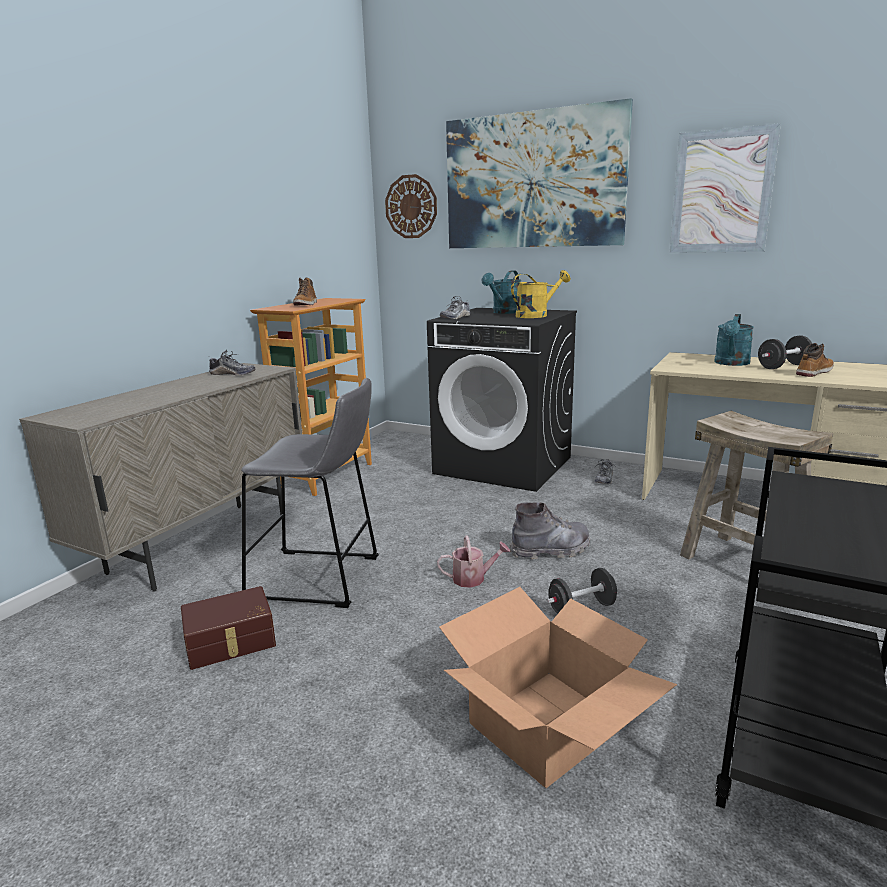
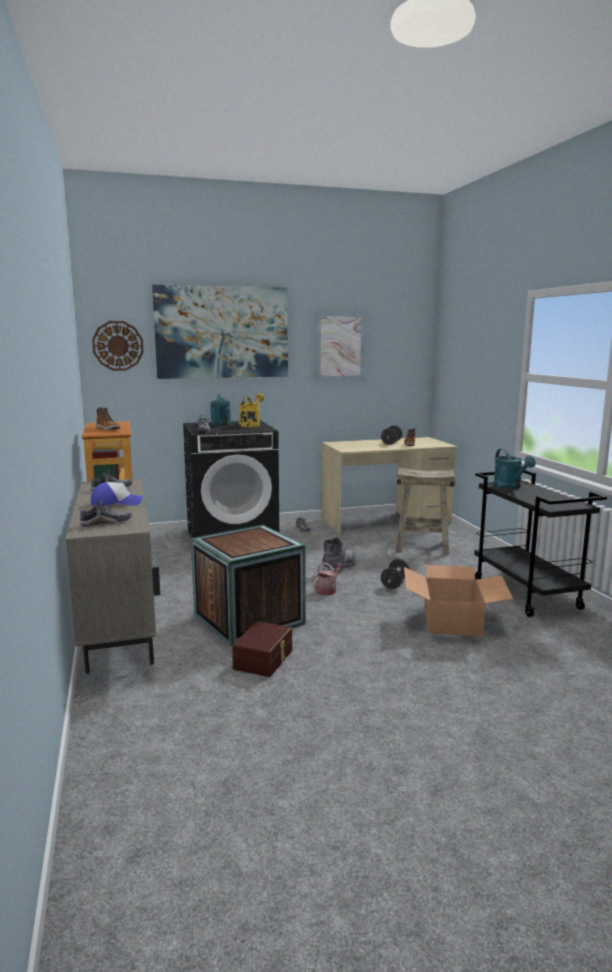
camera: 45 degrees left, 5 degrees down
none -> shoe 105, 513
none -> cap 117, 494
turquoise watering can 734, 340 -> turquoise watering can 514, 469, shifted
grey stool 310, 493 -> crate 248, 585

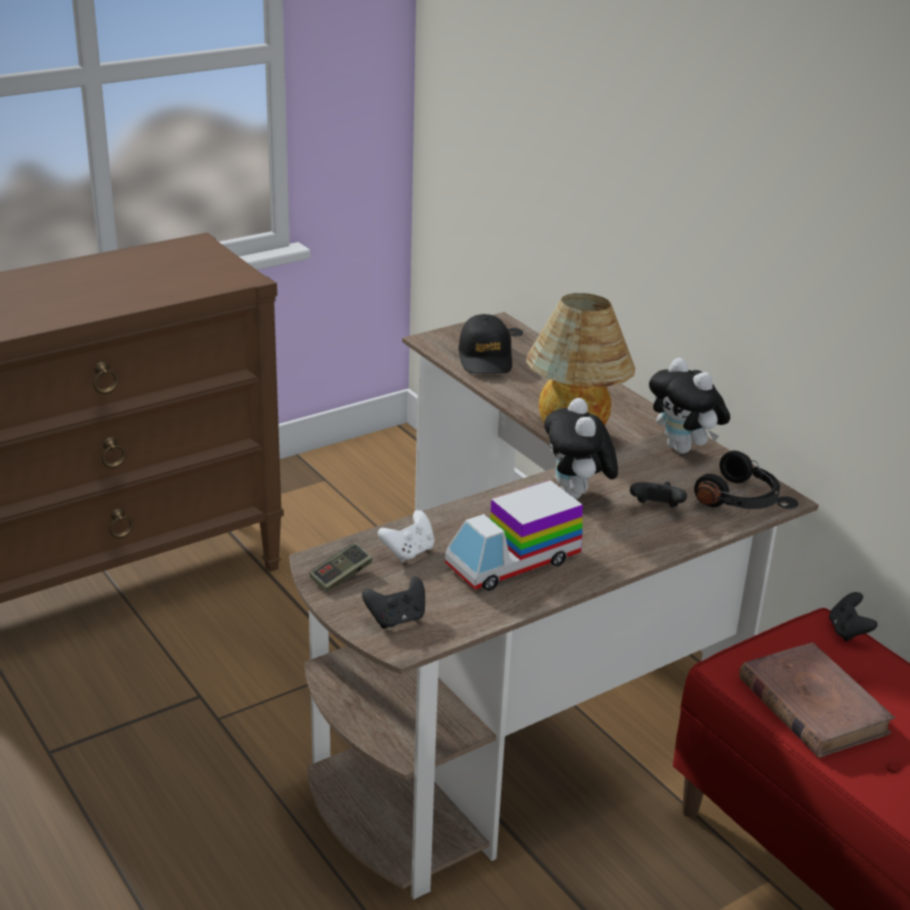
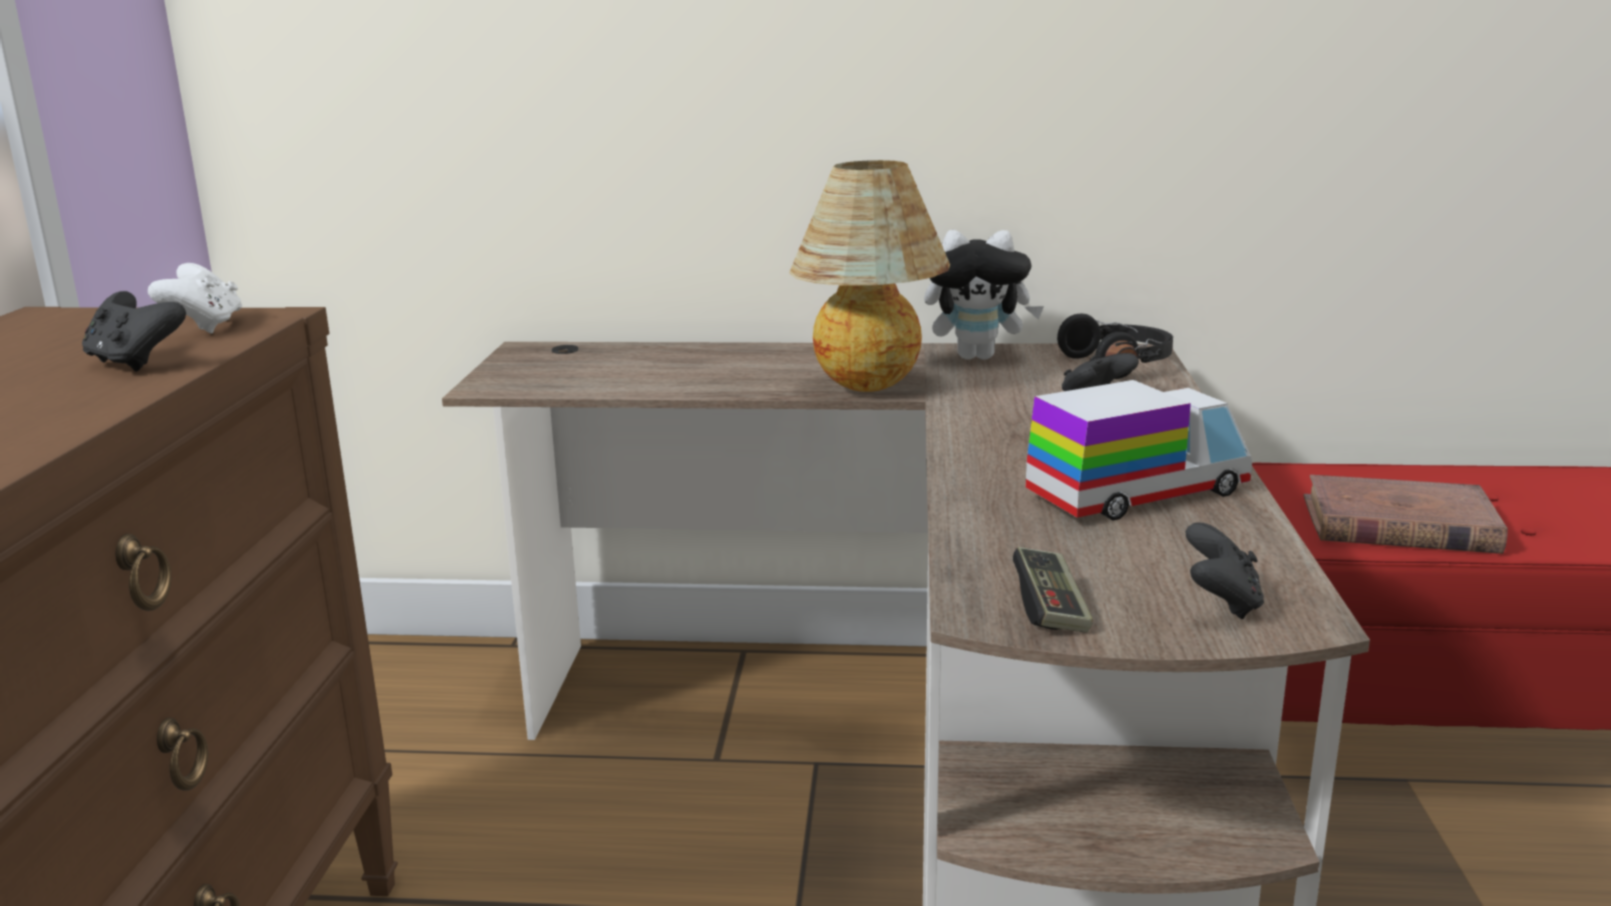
camera: 50 degrees left, 10 degrees down
black cap 485, 344 -> none
plush toy 581, 448 -> none
white game controller 406, 536 -> white game controller 195, 298, shifted
black game controller 853, 617 -> black game controller 134, 331, shifted
toy truck 514, 535 -> toy truck 1139, 450, 120 degrees counterclockwise

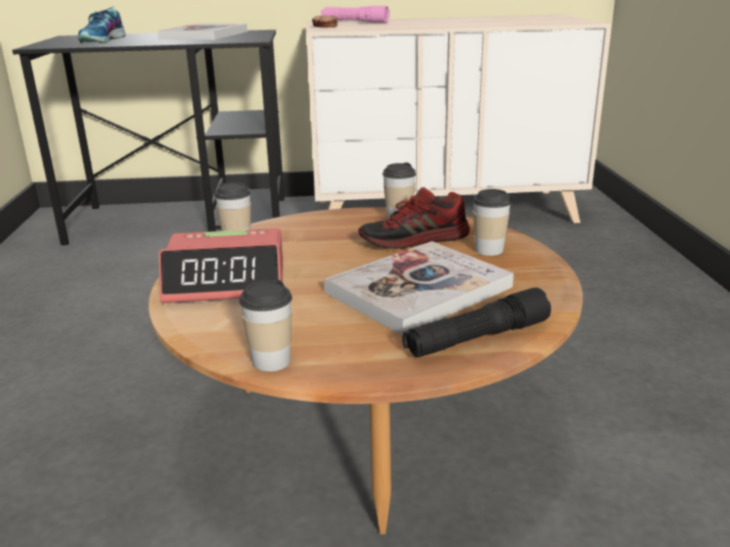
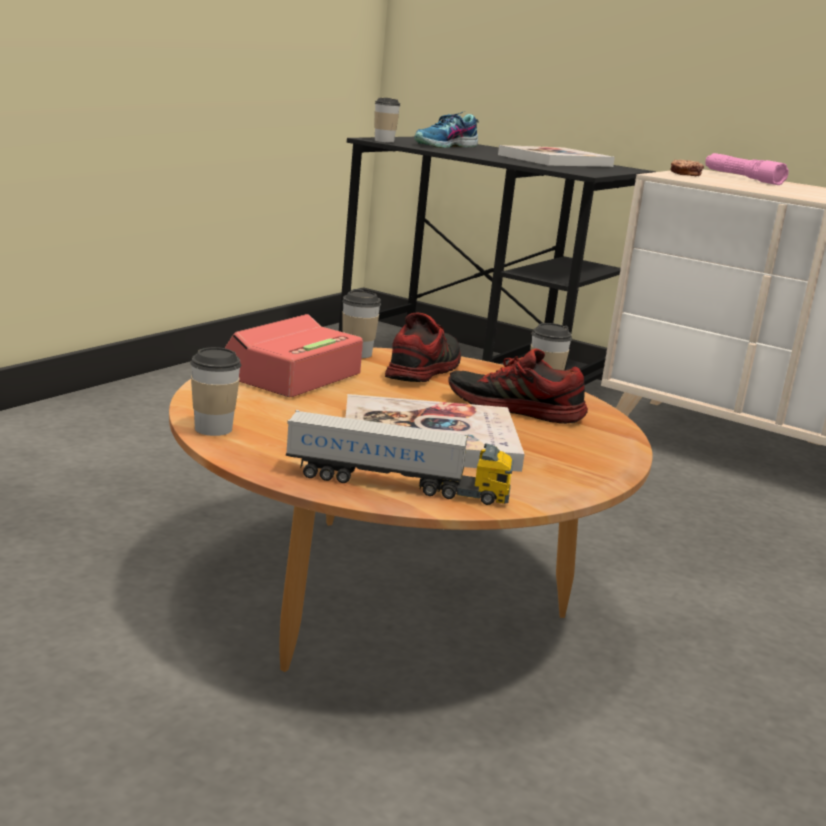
camera: 35 degrees right, 5 degrees down
none -> shoe 423, 347
cup 492, 222 -> cup 387, 120, shifted
black flashlight 476, 322 -> toy truck 400, 457
alarm clock 221, 265 -> alarm clock 294, 355, 90 degrees clockwise

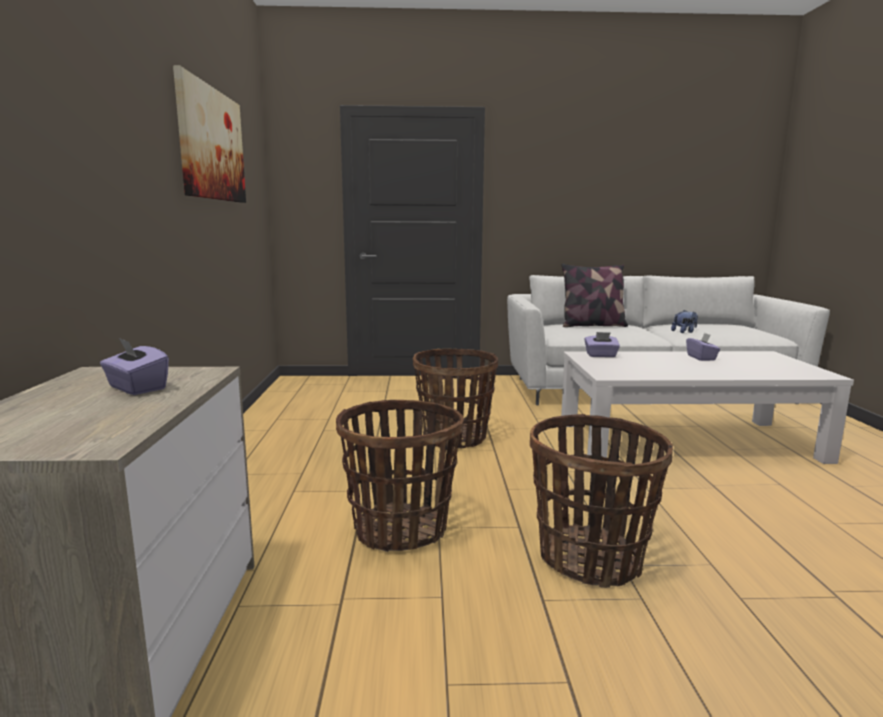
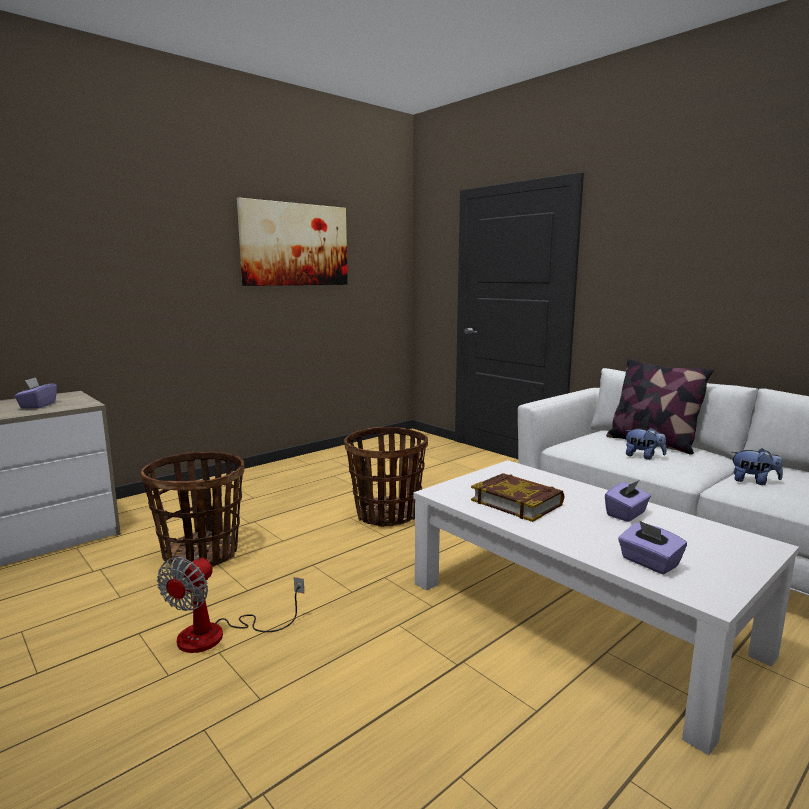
camera: 50 degrees right, 0 degrees up
none -> book 517, 497
none -> plush toy 645, 443
purple tissue box 602, 344 -> purple tissue box 652, 547, shifted
basket 601, 501 -> fan 230, 604

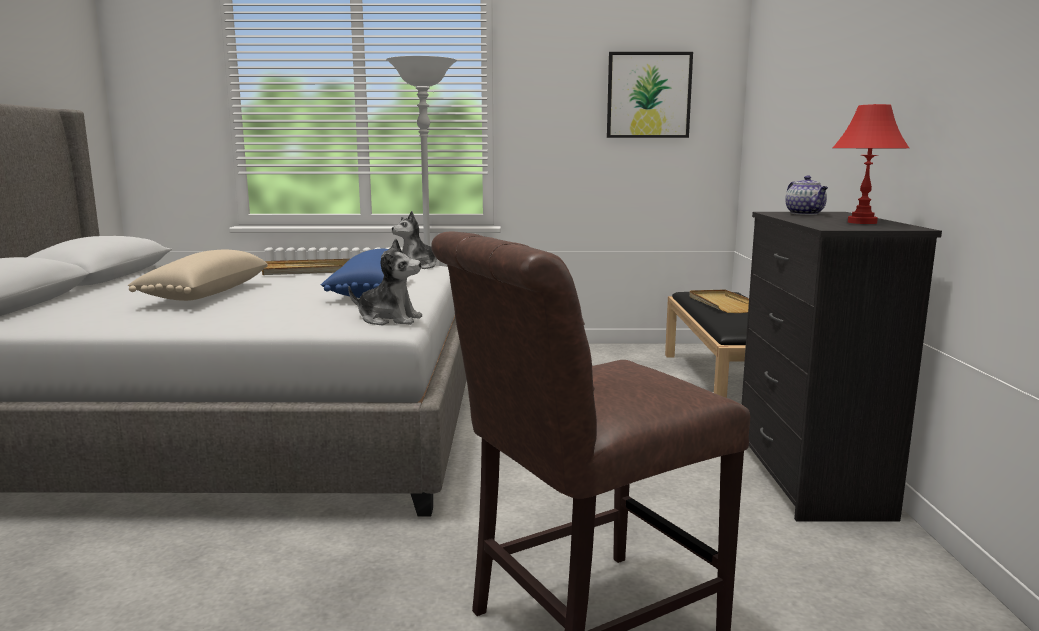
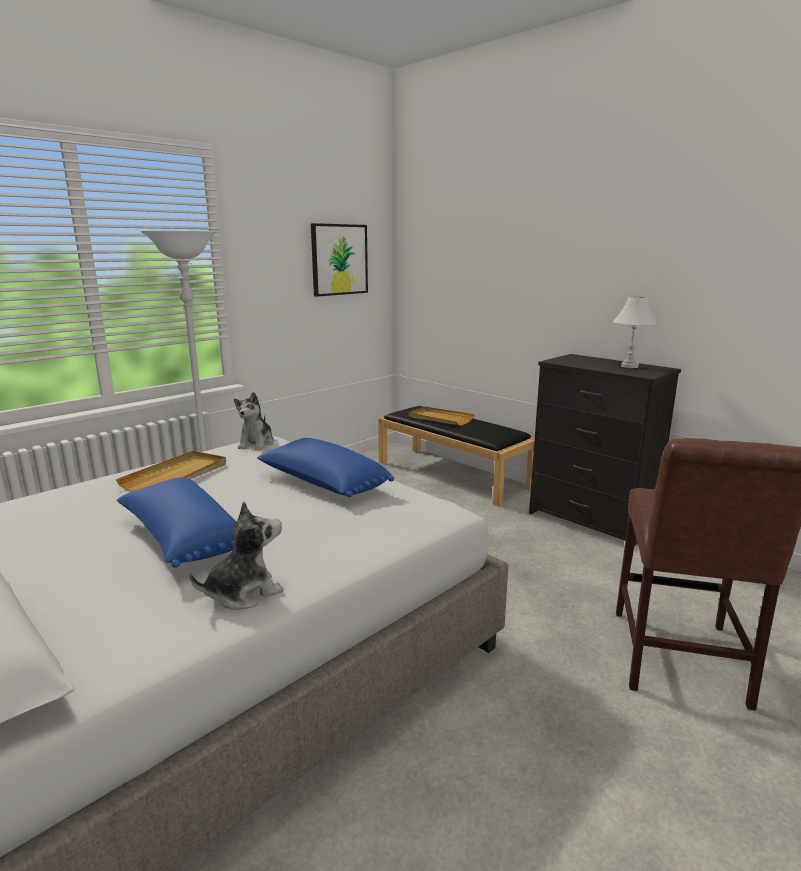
camera: 45 degrees left, 5 degrees up
teapot 806, 195 -> none
plush toy 385, 282 -> plush toy 237, 555, shifted
beige pillow 198, 275 -> blue pillow 176, 522
red table lamp 871, 164 -> white table lamp 635, 332

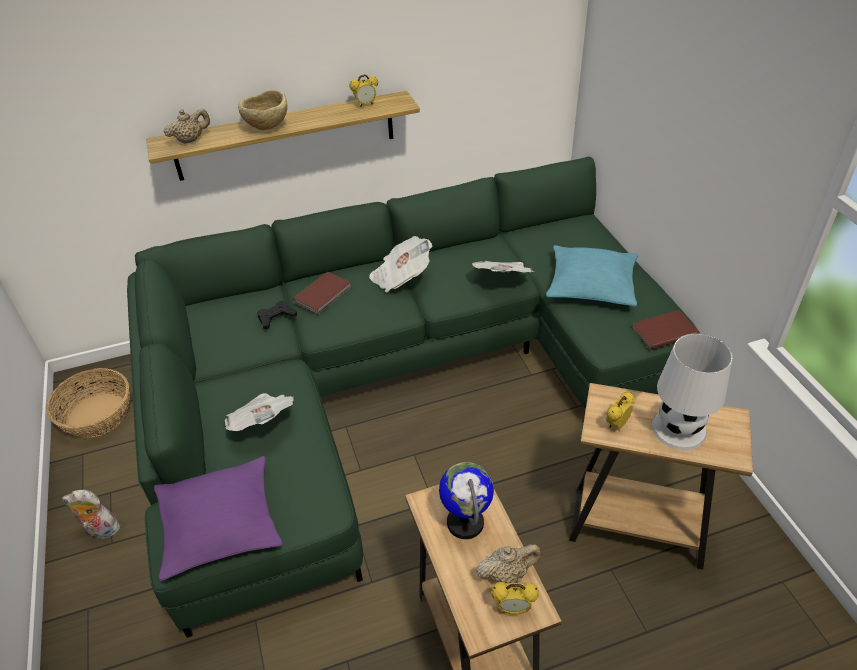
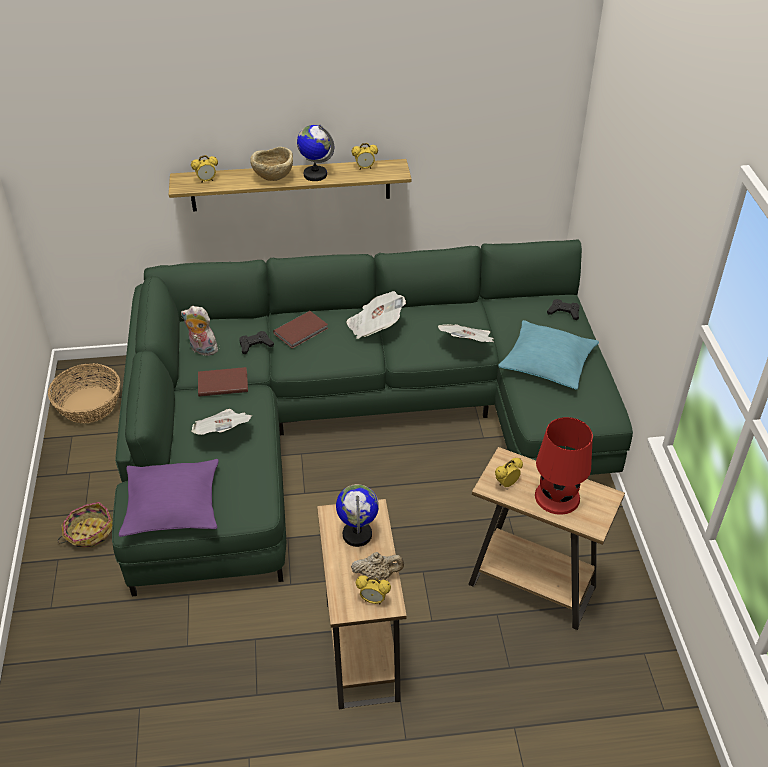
camera: 10 degrees right, 0 degrees up
none -> basket 85, 525
none -> globe 315, 153
none -> black game controller 563, 309
plush toy 93, 514 -> plush toy 199, 331, shifted
brown book 665, 330 -> brown book 223, 382, shifted
beige teapot 186, 126 -> alarm clock 204, 169
white table lamp 692, 391 -> red table lamp 564, 466

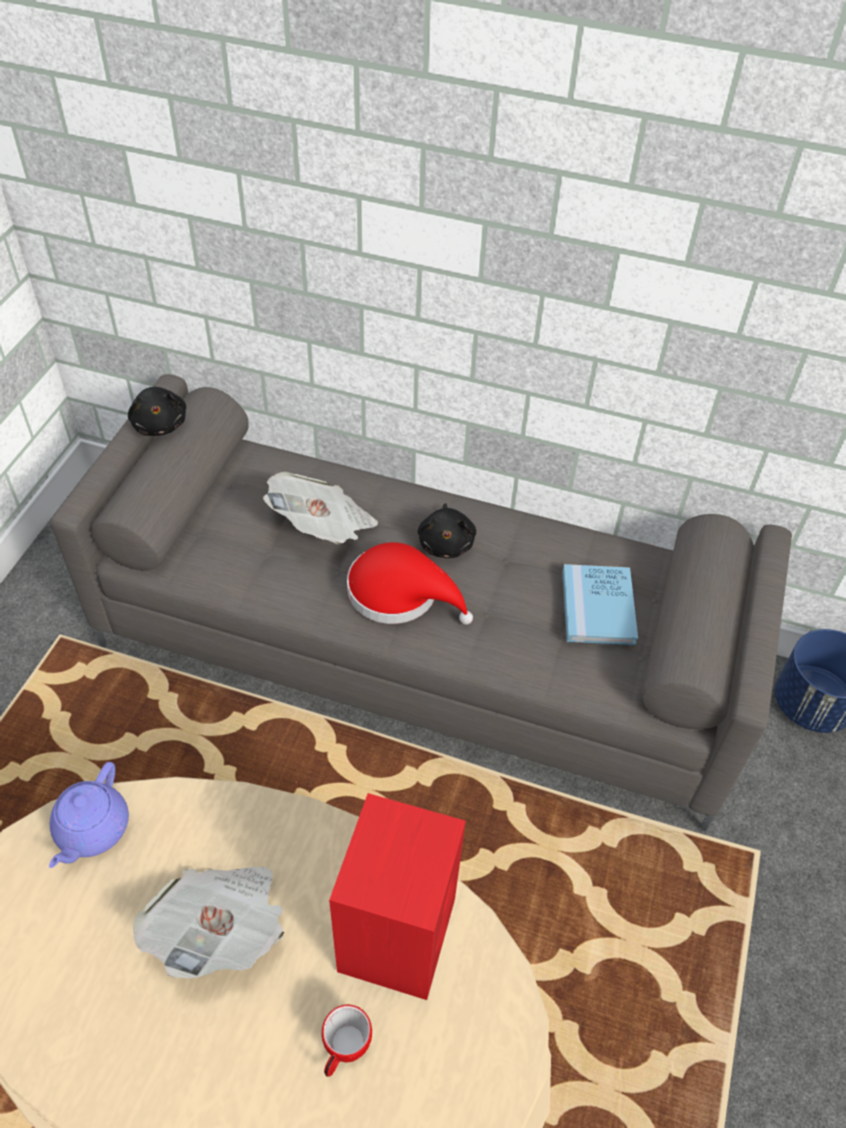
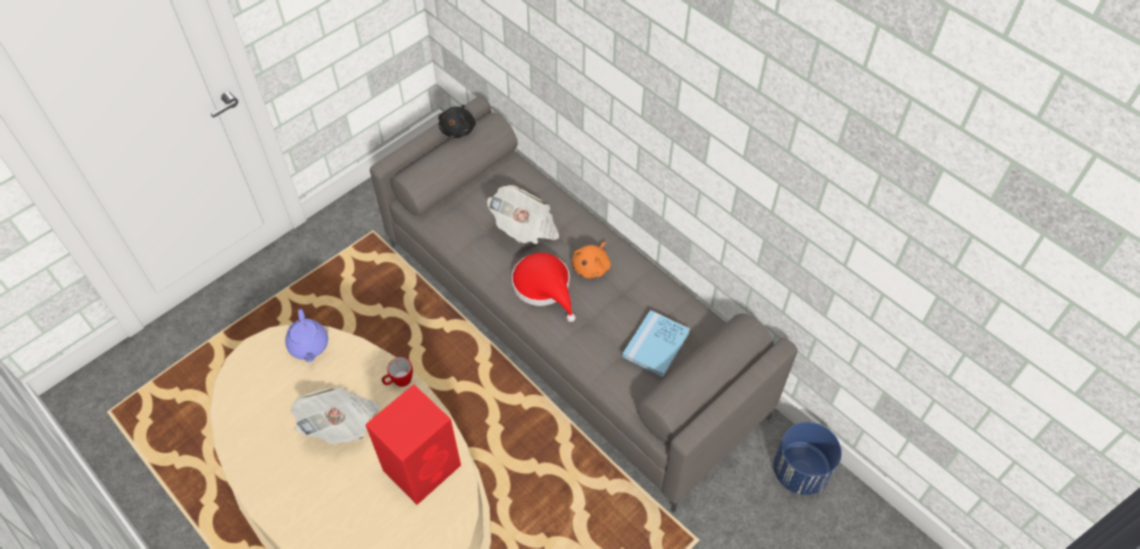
camera: 30 degrees right, 5 degrees up
mug 347, 1040 -> mug 397, 372, shifted
black plush toy 447, 530 -> orange plush toy 591, 260
purple teapot 89, 815 -> purple teapot 306, 335, 60 degrees counterclockwise

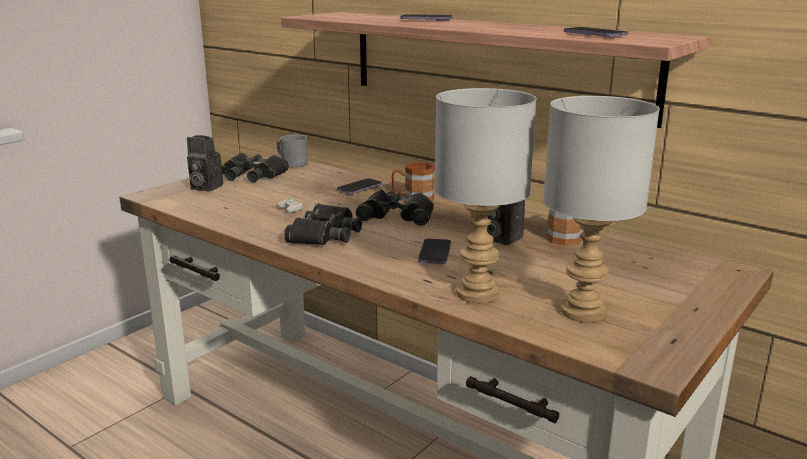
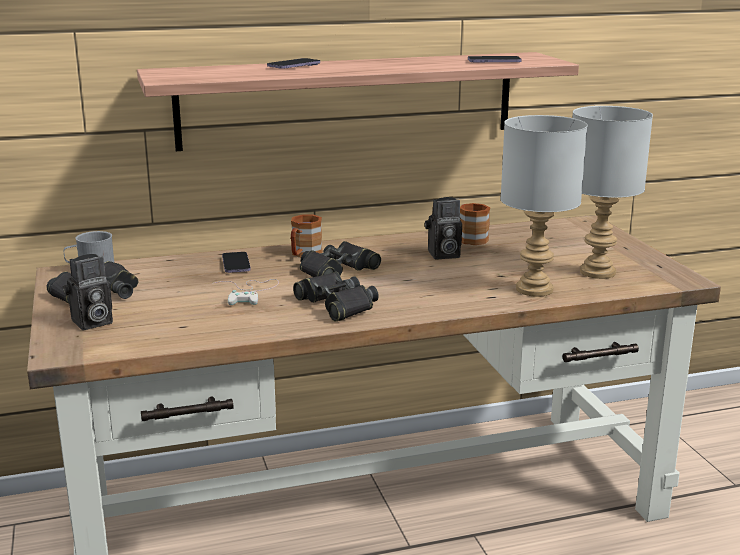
camera: 55 degrees left, 0 degrees up
phone 434, 251 -> none

